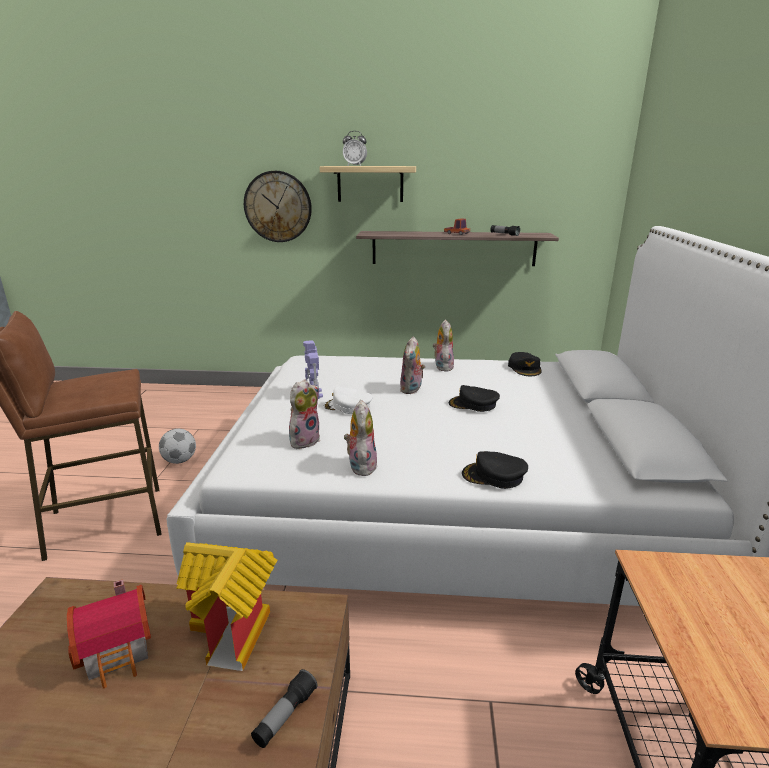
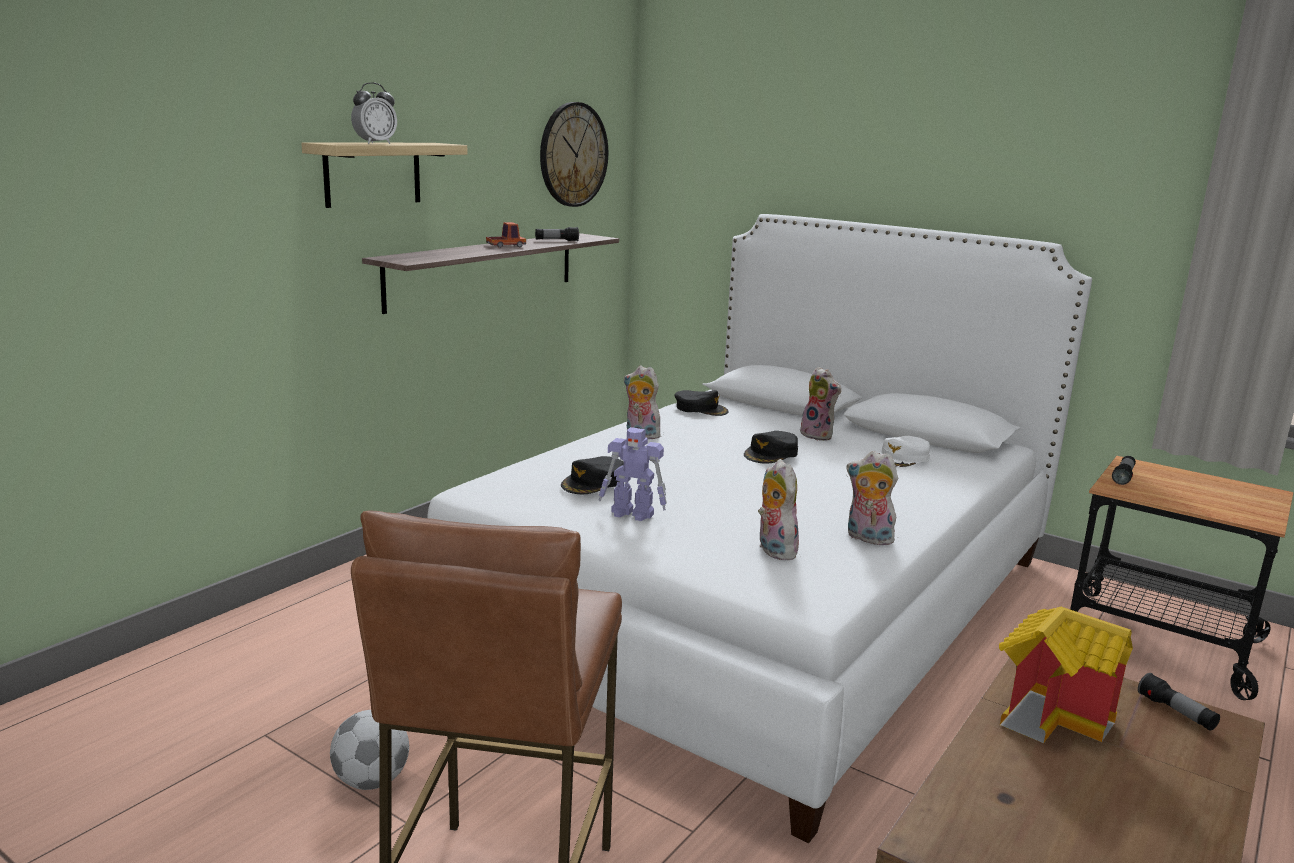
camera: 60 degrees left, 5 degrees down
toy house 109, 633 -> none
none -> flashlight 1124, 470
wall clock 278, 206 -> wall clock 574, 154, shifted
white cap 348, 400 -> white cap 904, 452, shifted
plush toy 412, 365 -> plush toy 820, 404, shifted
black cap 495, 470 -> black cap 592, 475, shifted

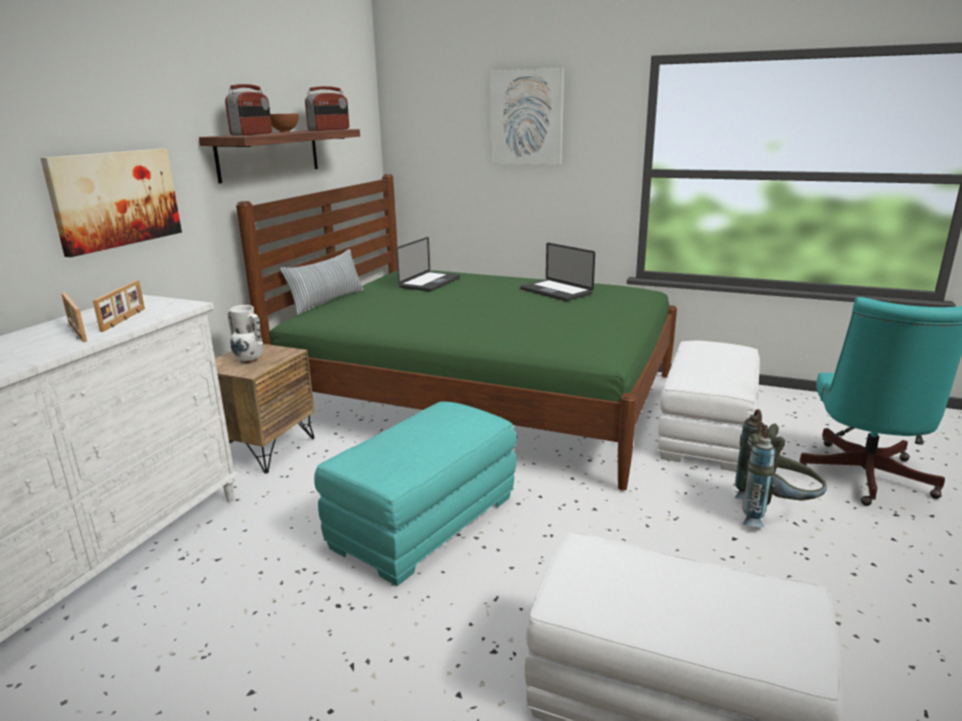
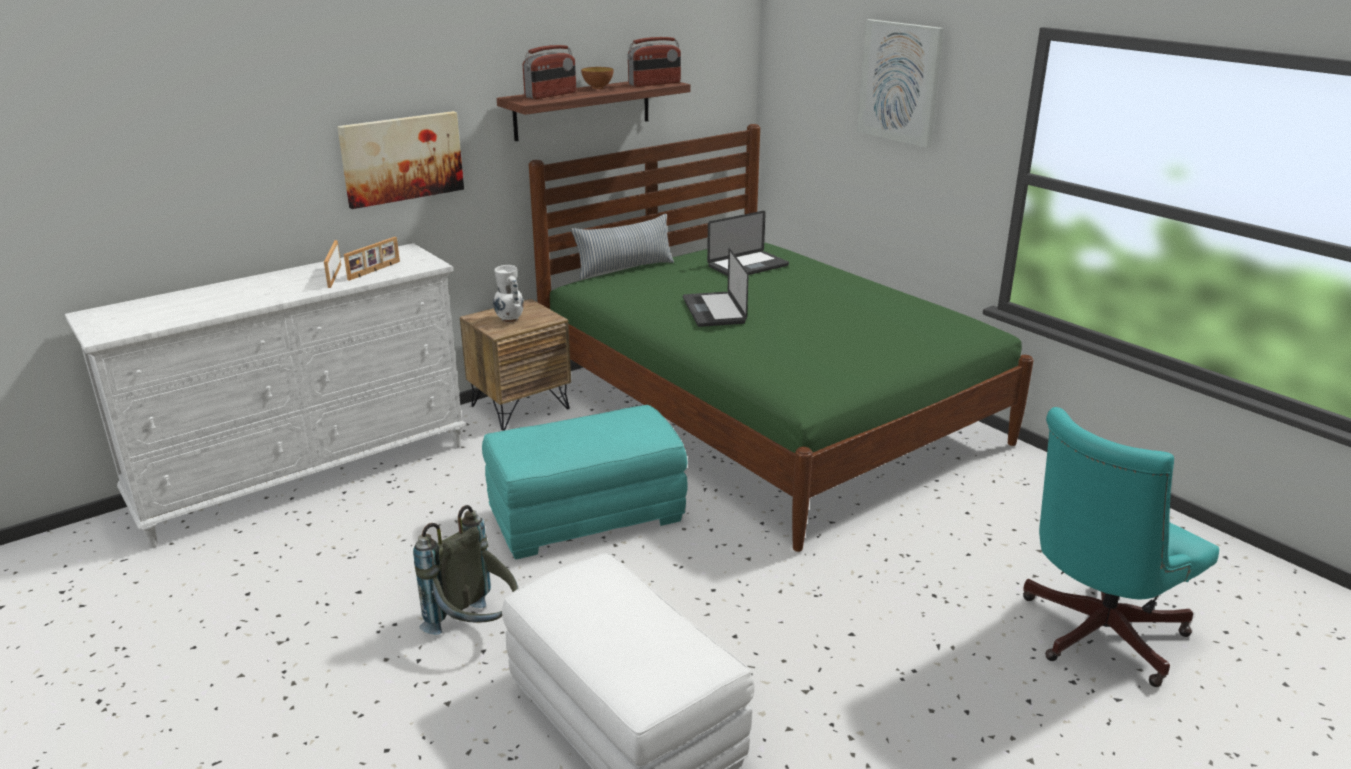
camera: 30 degrees right, 5 degrees up
white ottoman 709, 406 -> none
laptop 557, 272 -> laptop 716, 287, shifted
grey backpack 781, 468 -> grey backpack 465, 570, shifted

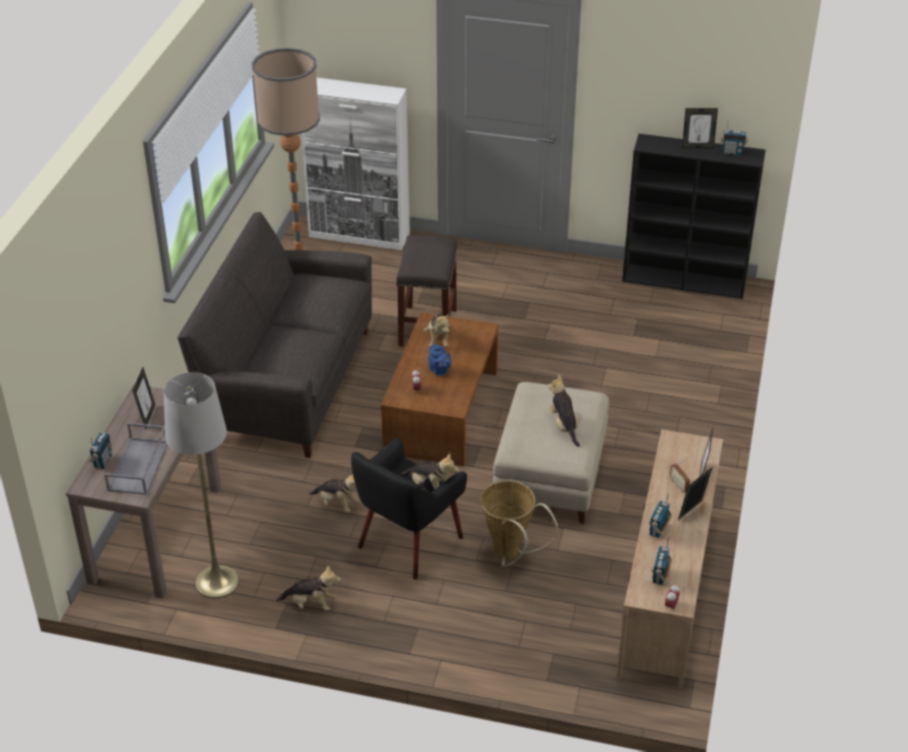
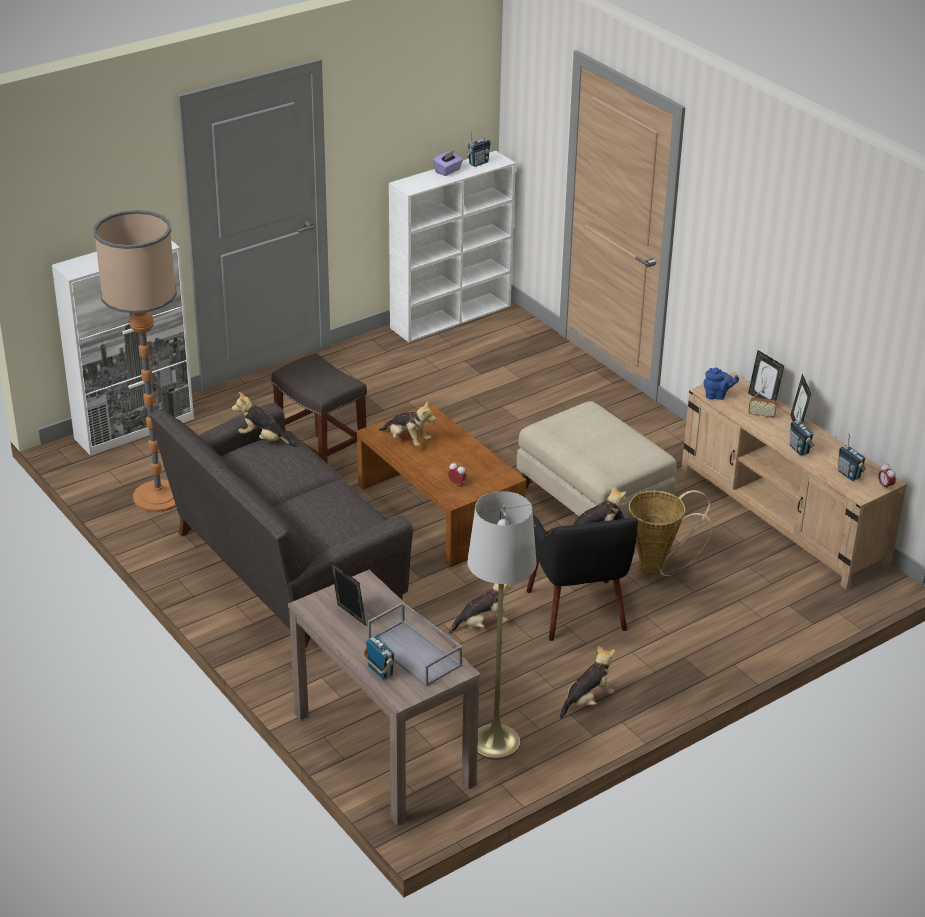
camera: 50 degrees left, 5 degrees down
blue teapot 439, 359 -> blue teapot 721, 384, shifted
plush toy 565, 411 -> plush toy 264, 419, shifted
picture frame 700, 128 -> purple tissue box 448, 163
black bookcase 694, 216 -> white bookcase 452, 246

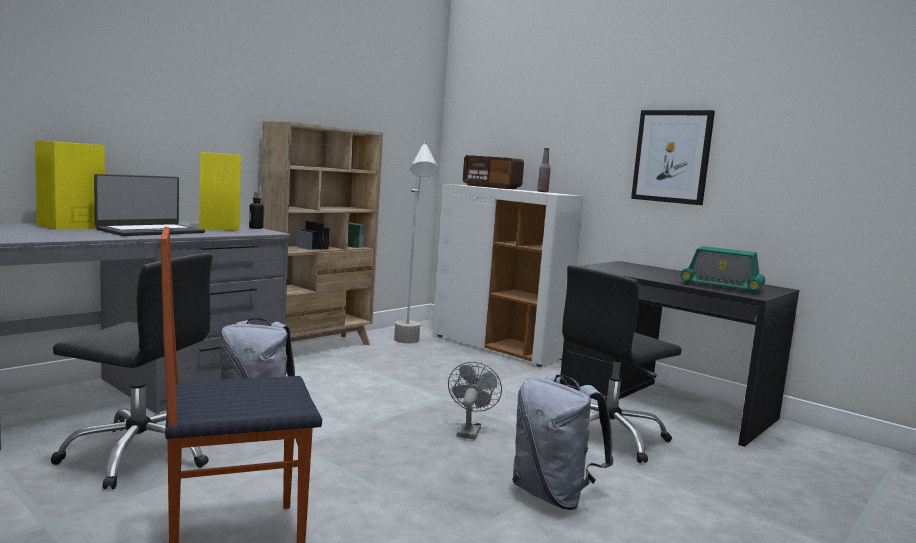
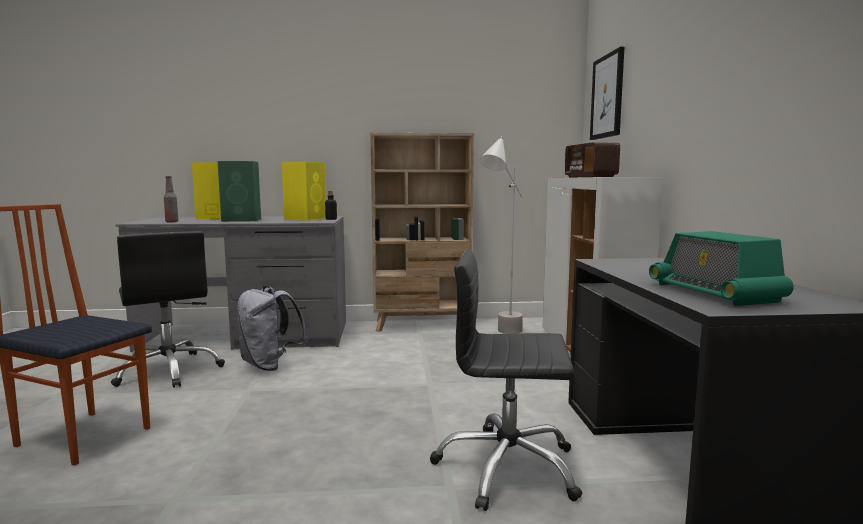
camera: 45 degrees right, 0 degrees up
grey fan 475, 400 -> none
grey backpack 563, 442 -> none
bottle 544, 170 -> bottle 171, 199, shifted
picture 673, 157 -> picture 607, 93, shifted
laptop 149, 205 -> green speaker 239, 191

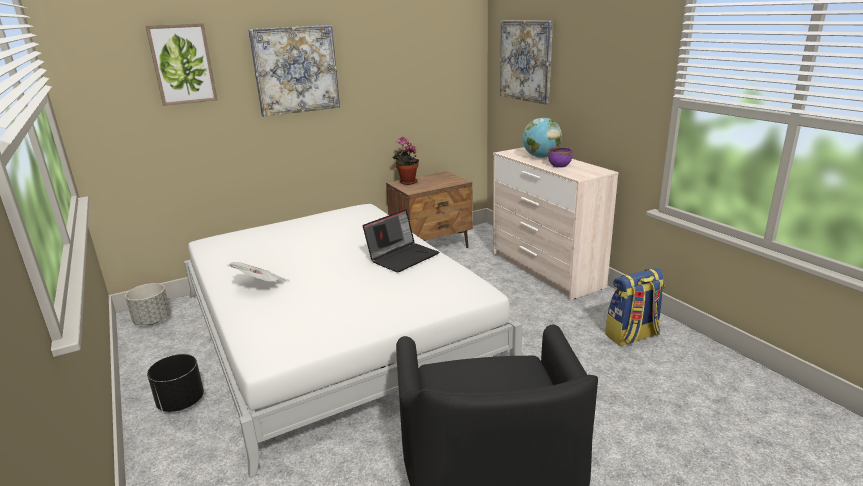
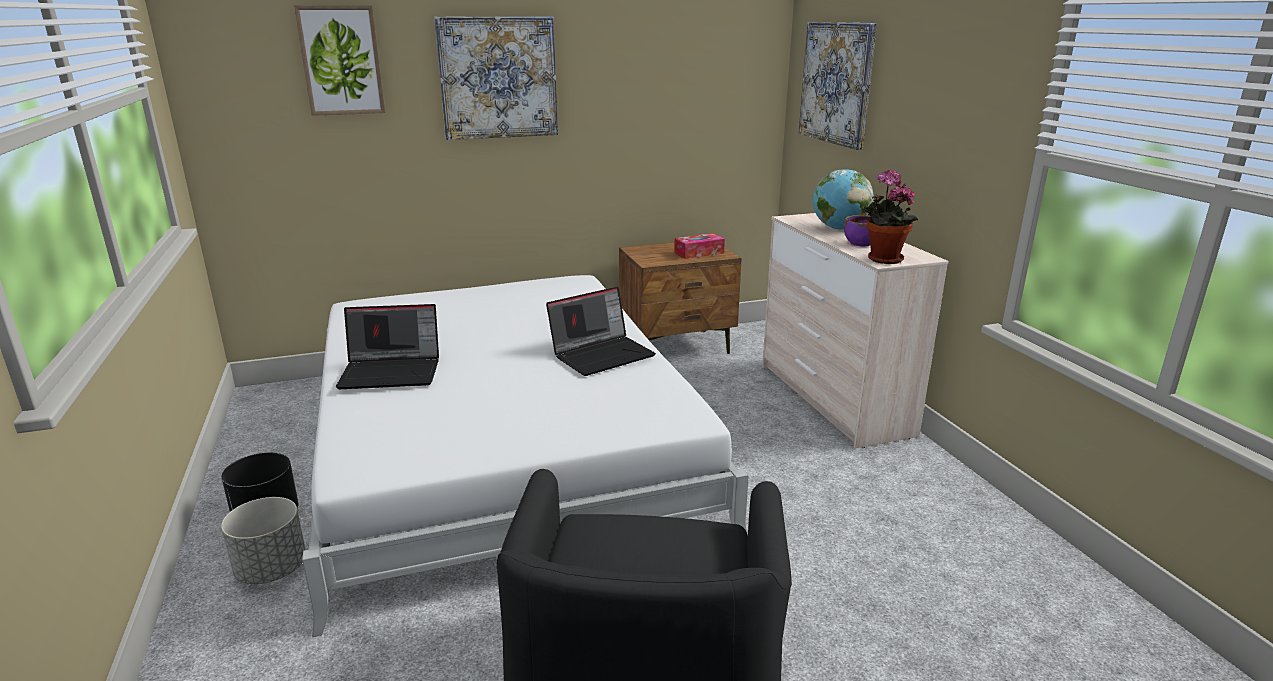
camera: 10 degrees right, 0 degrees up
backpack 635, 307 -> none
none -> tissue box 699, 246
grey planter 148, 304 -> grey planter 263, 540, shifted
potted plant 406, 161 -> potted plant 890, 216, shifted
newspaper 257, 272 -> laptop 387, 346

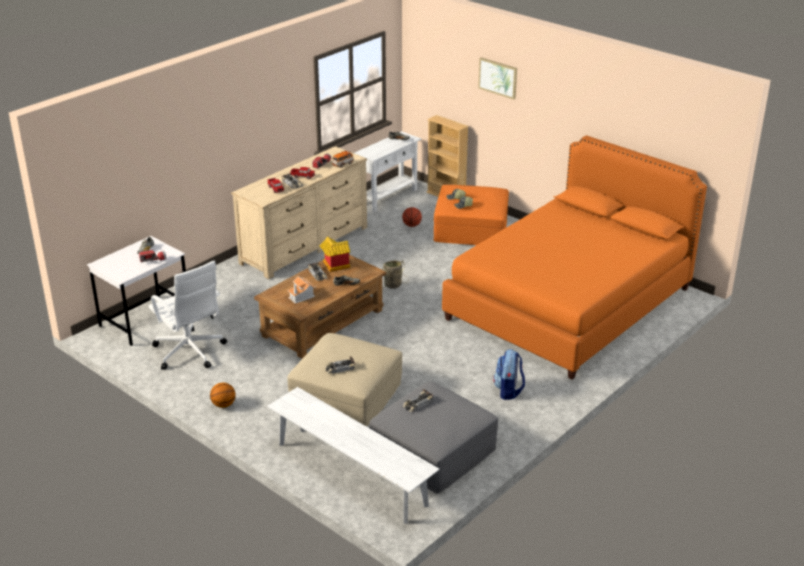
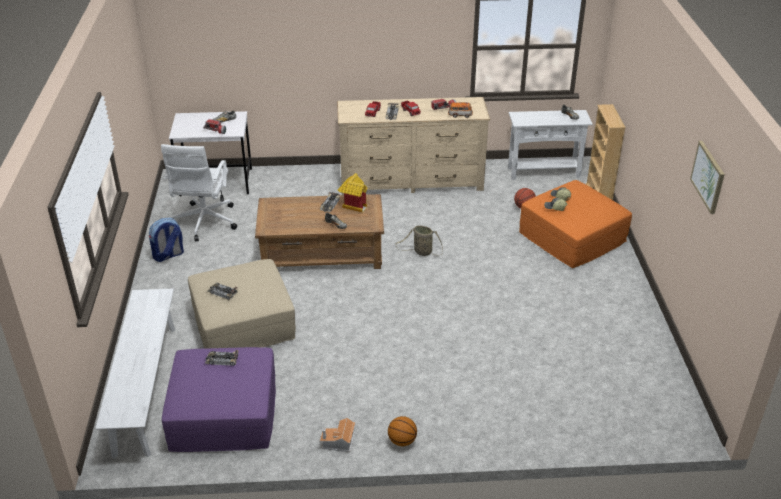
camera: 45 degrees right, 5 degrees up
orange bed 574, 257 -> none
basketball 223, 395 -> basketball 402, 431, shifted
toy house 301, 290 -> toy house 338, 435, shifted
picture 497, 79 -> picture 707, 177, shifted
backpack 509, 374 -> backpack 166, 240, shifted
grey ottoman 433, 437 -> purple ottoman 219, 399

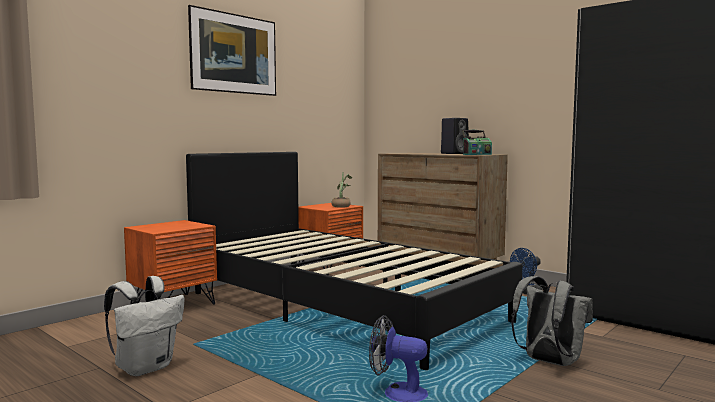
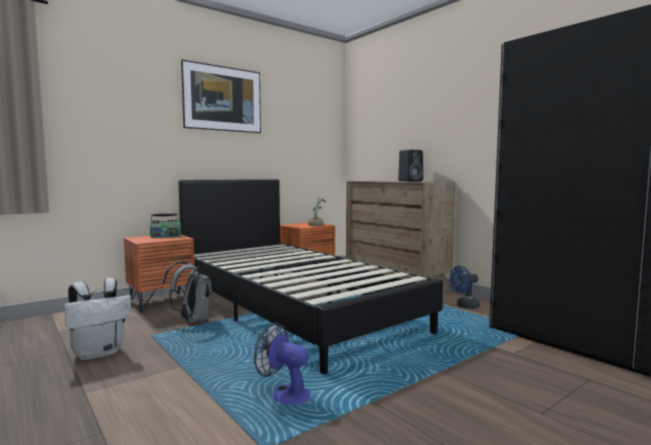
camera: 10 degrees right, 0 degrees up
radio 477, 142 -> radio 165, 225, shifted
grey backpack 552, 321 -> grey backpack 187, 292, shifted

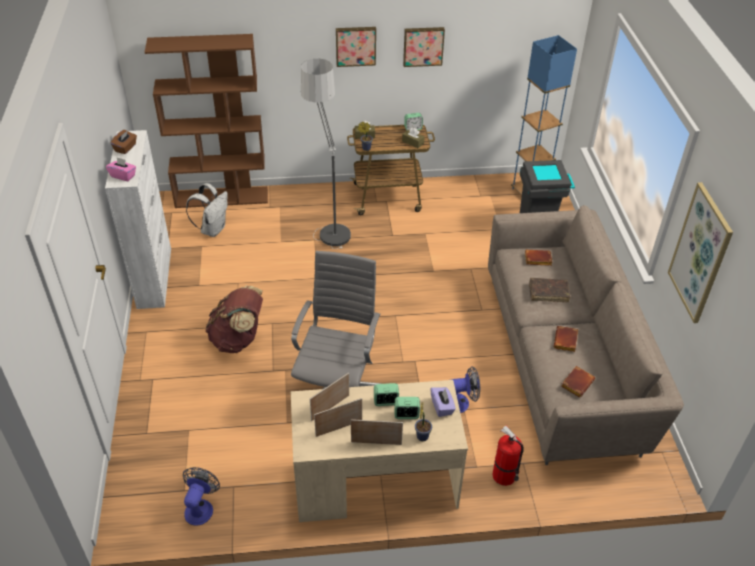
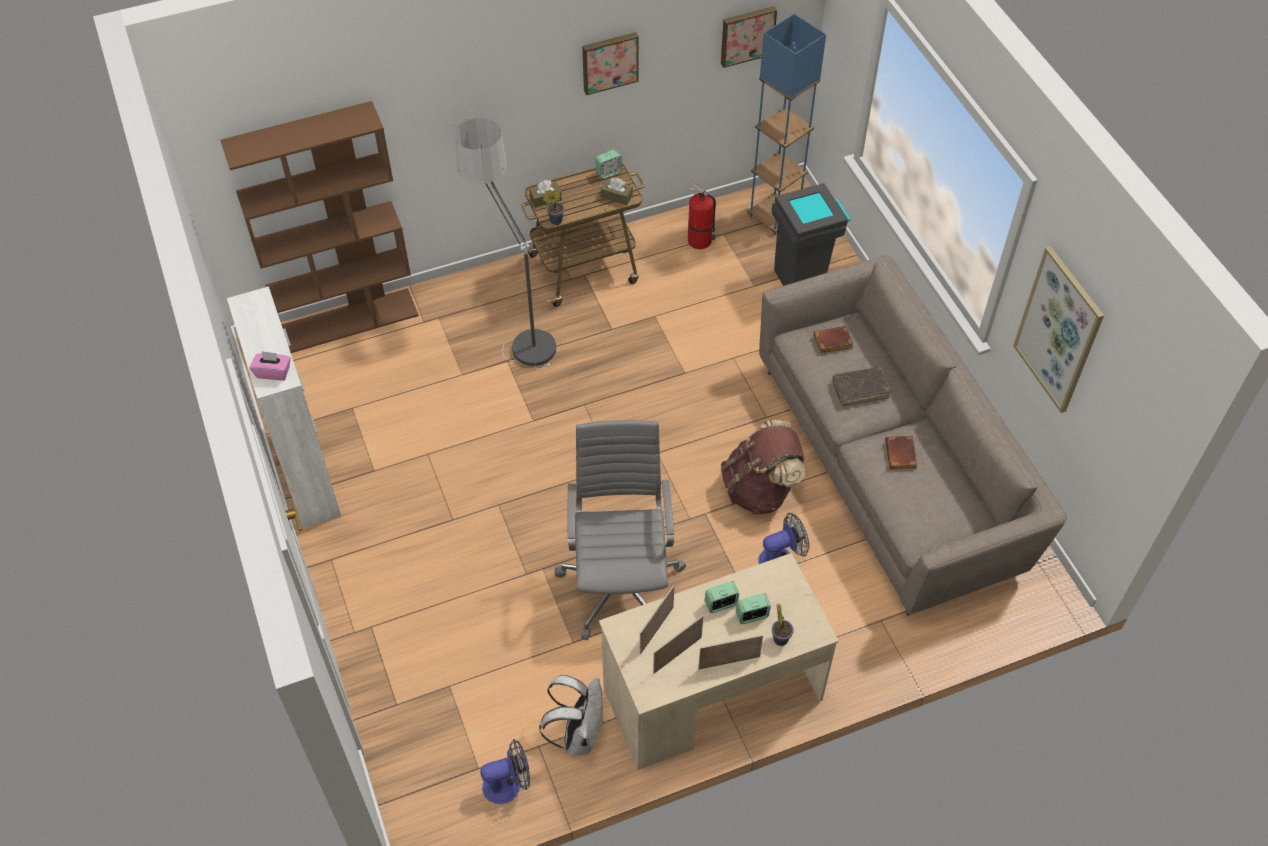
camera: 15 degrees left, 10 degrees up
brown tissue box 124, 142 -> none
purple tissue box 443, 402 -> none
brown book 578, 381 -> none
white backpack 207, 210 -> white backpack 571, 715, shifted
brown backpack 234, 319 -> brown backpack 763, 467, shifted
picture 356, 47 -> picture 749, 37, shifted
fire extinguisher 508, 456 -> fire extinguisher 702, 216, shifted
fan 201, 496 -> fan 505, 771, 75 degrees clockwise

